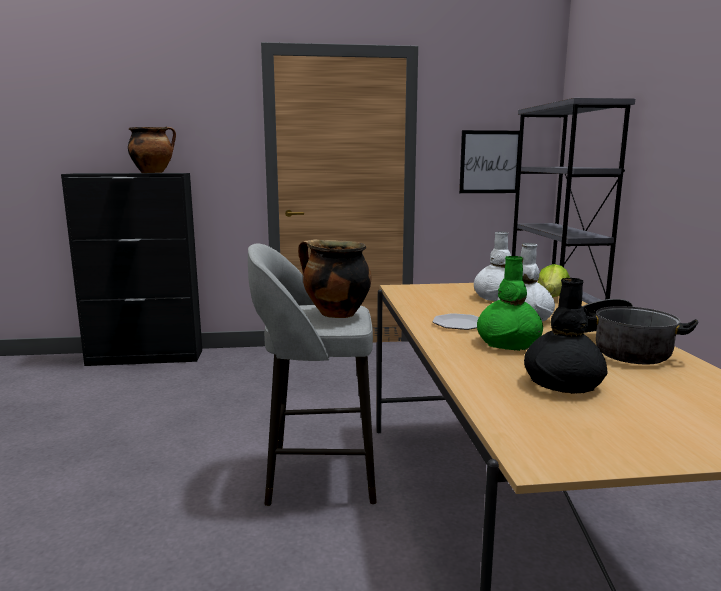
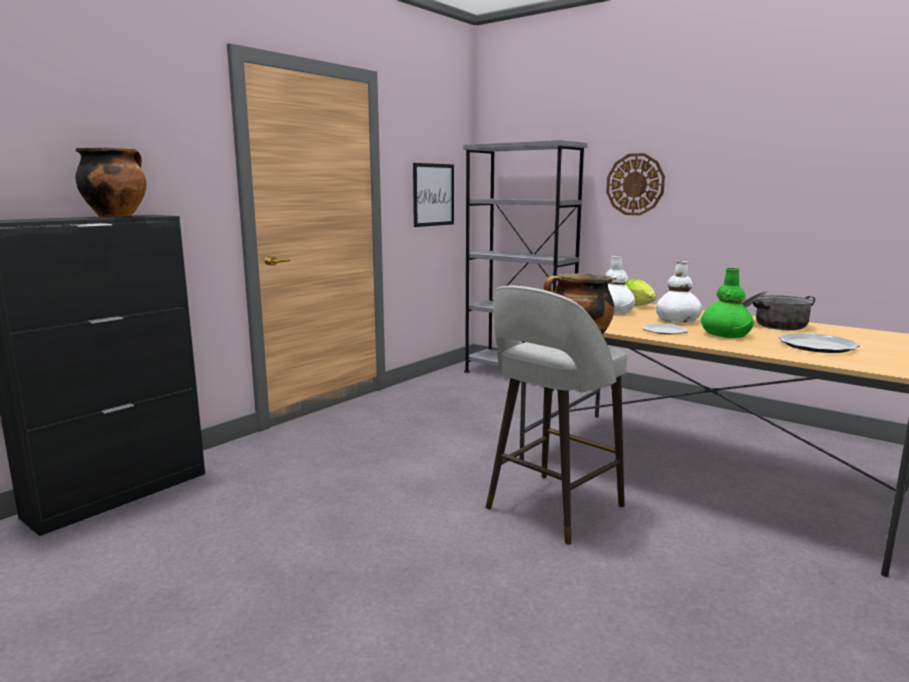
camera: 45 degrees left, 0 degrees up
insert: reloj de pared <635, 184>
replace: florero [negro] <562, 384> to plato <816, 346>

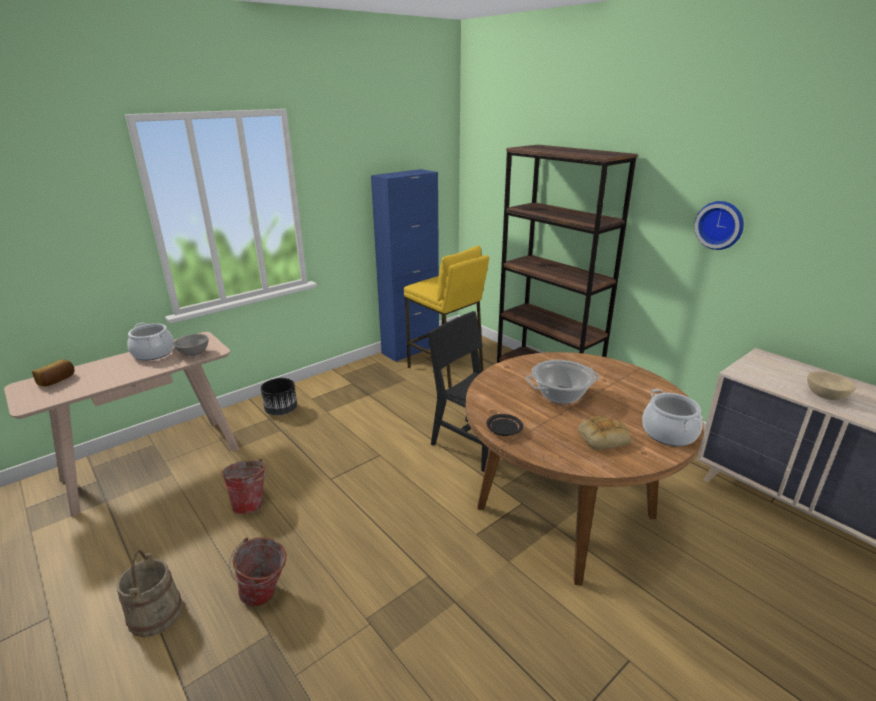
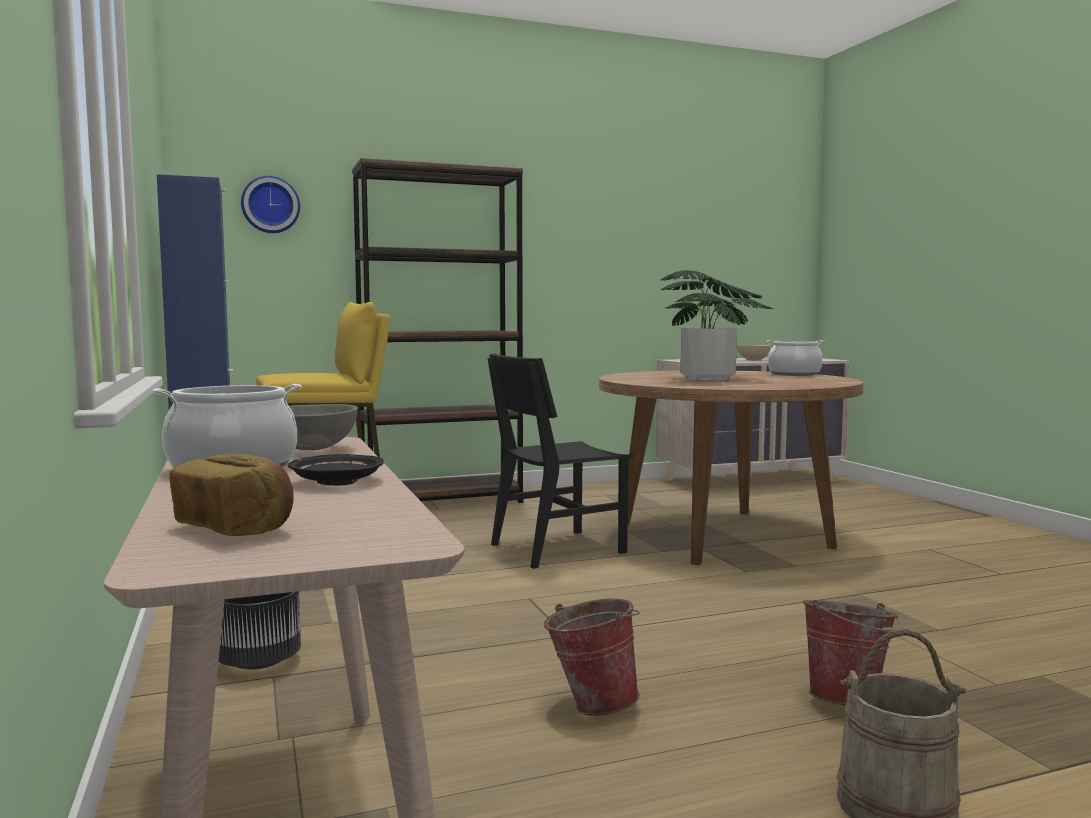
camera: 70 degrees left, 20 degrees down
delete: pan <603, 437>
move: plato [negro] <503, 430> to <336, 482>; reloj de pared <720, 225> to <270, 205>
replace: olla <561, 395> to planta en maceta <708, 379>

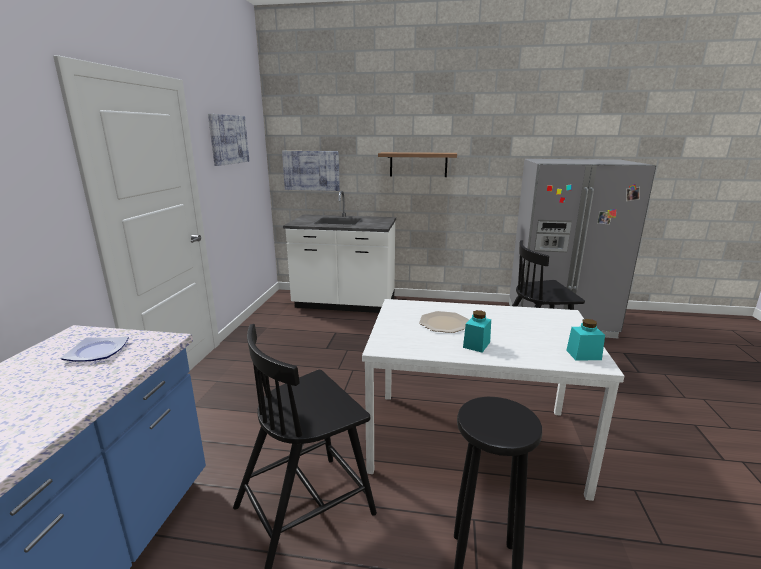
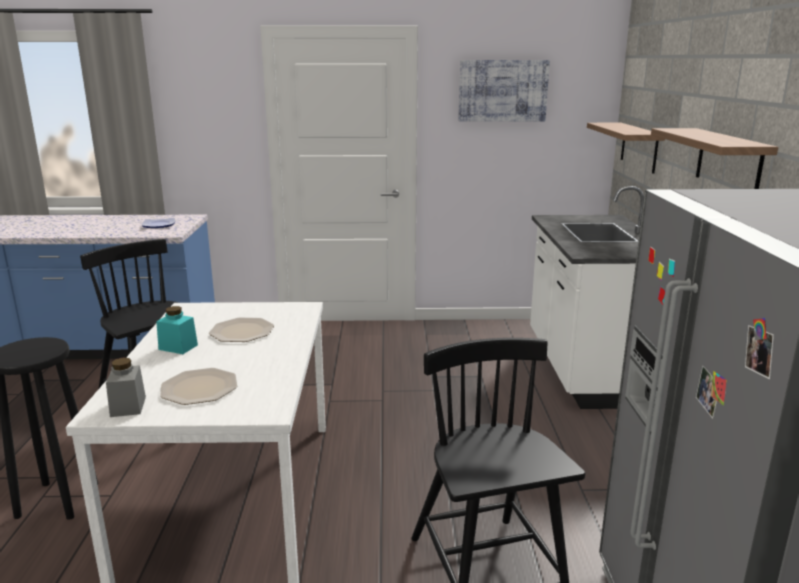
camera: 80 degrees right, 0 degrees up
insert: plato <200, 388>
replace: cuadro <311, 170> to estante <639, 147>
recolor: tarro [turquesa] <583, 355> to tarro [gris] <128, 406>

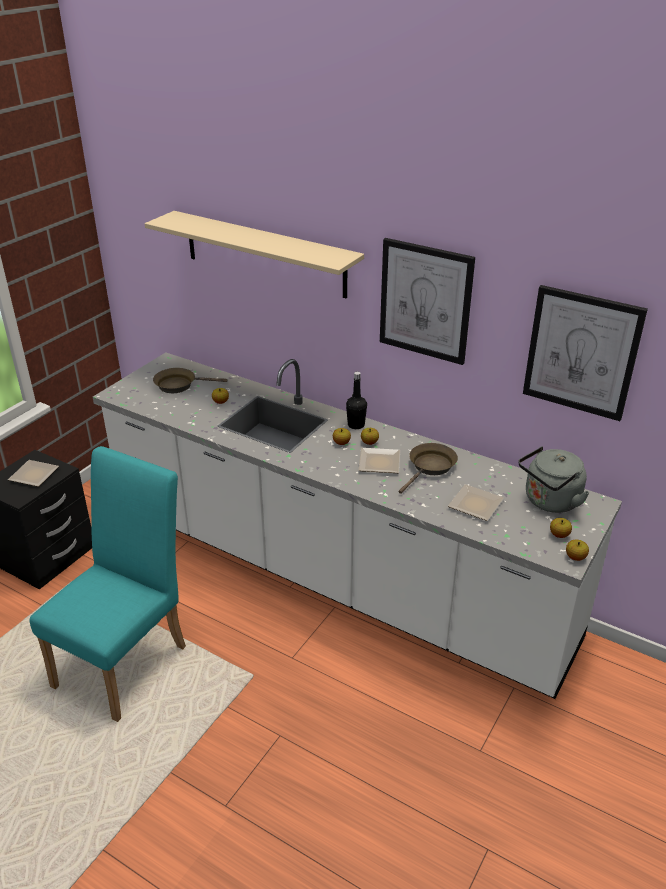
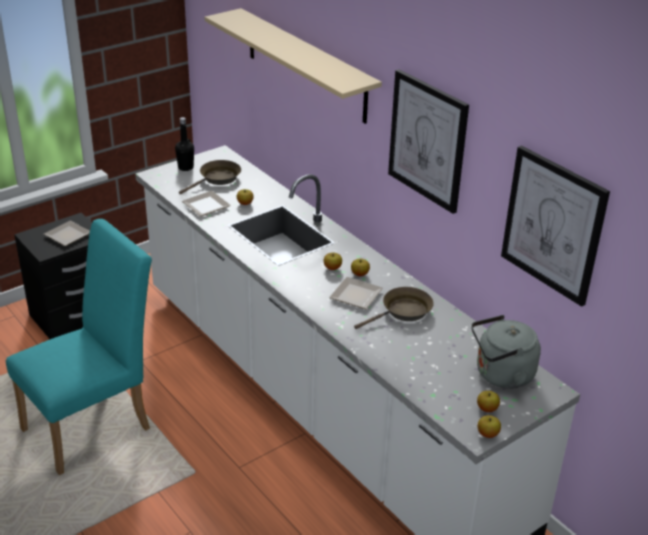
camera: 20 degrees right, 0 degrees up
move: botella [negro] <356, 425> to <185, 167>; plato <474, 503> to <206, 205>
rotate: sartén [marrón] <179, 385> = <217, 179> 120 degrees clockwise

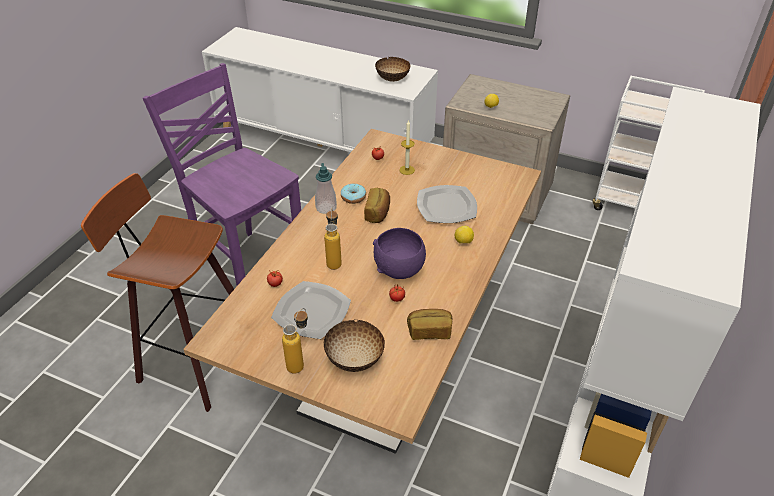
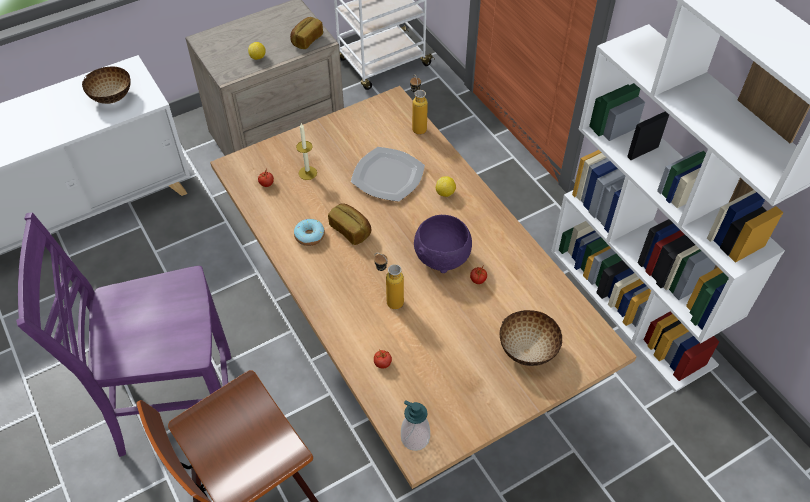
camera: 55 degrees left, 10 degrees up
delete: plato <311, 312>
move: botella <300, 362> to <417, 126>; dispensador de jabón <326, 208> to <415, 438>; pan <429, 331> to <306, 39>

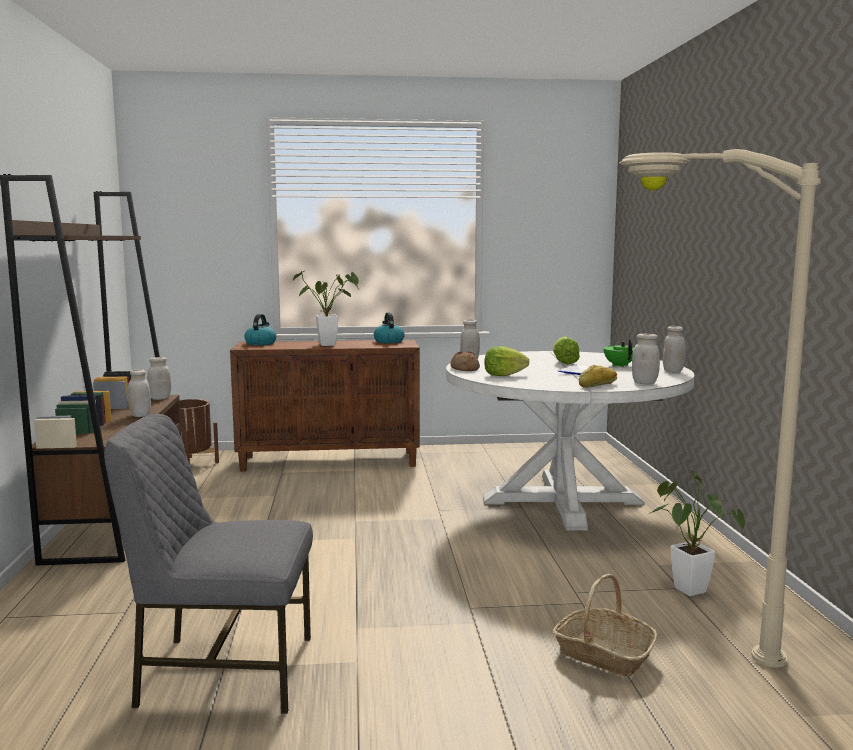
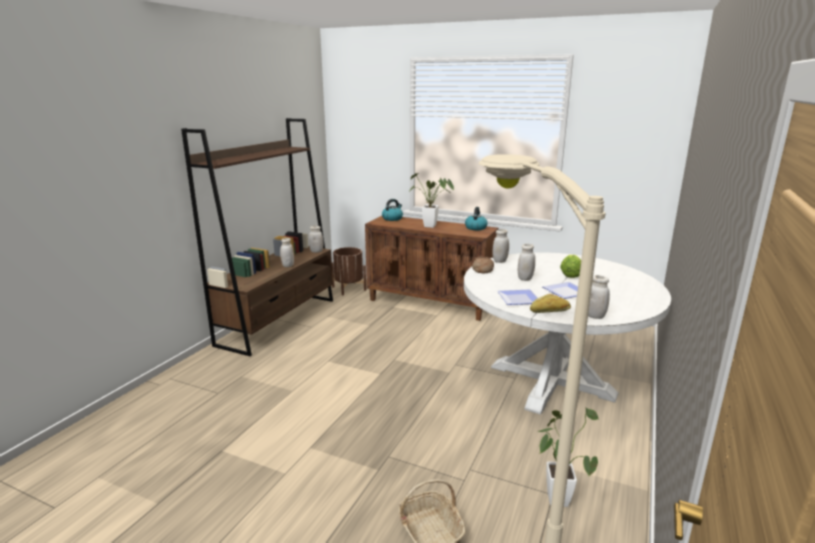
camera: 30 degrees right, 10 degrees up
delete: silla [gris] <224, 671>; lechuga <503, 375>; tetera [verde] <619, 365>
insert: plato <520, 299>
move: tarro [blanco] <673, 371> to <525, 278>

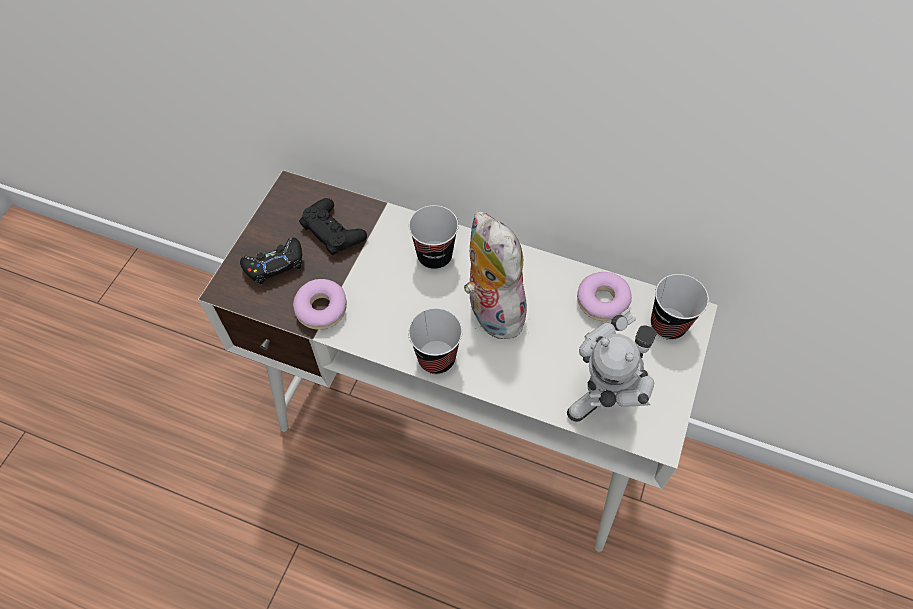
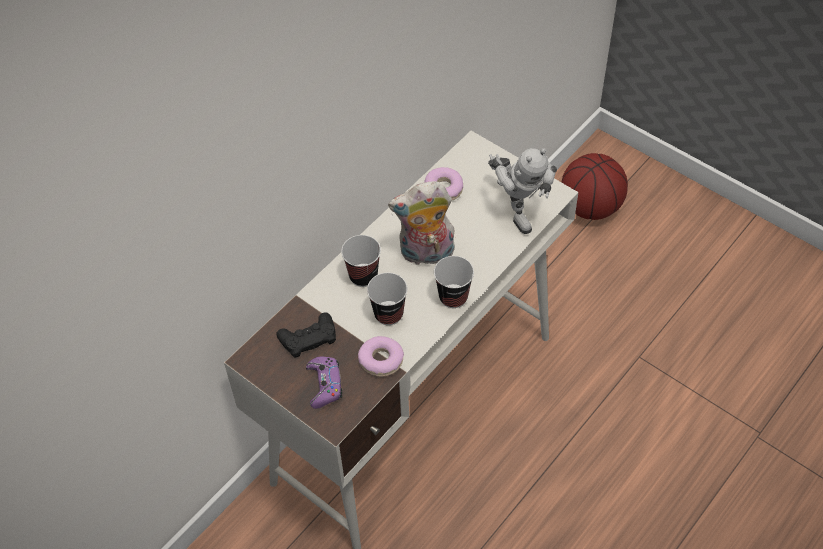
camera: 70 degrees left, 5 degrees down
insert: balón de baloncesto <590, 207>
move: taza <668, 325> to <388, 314>
recolor: mando de consola [negro] <274, 264> to mando de consola [morado] <324, 385>

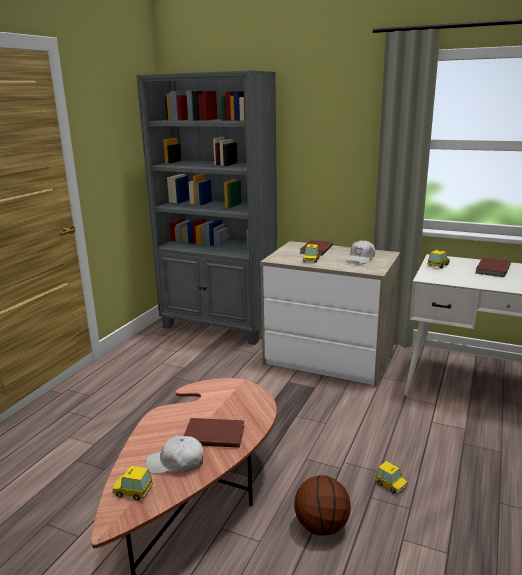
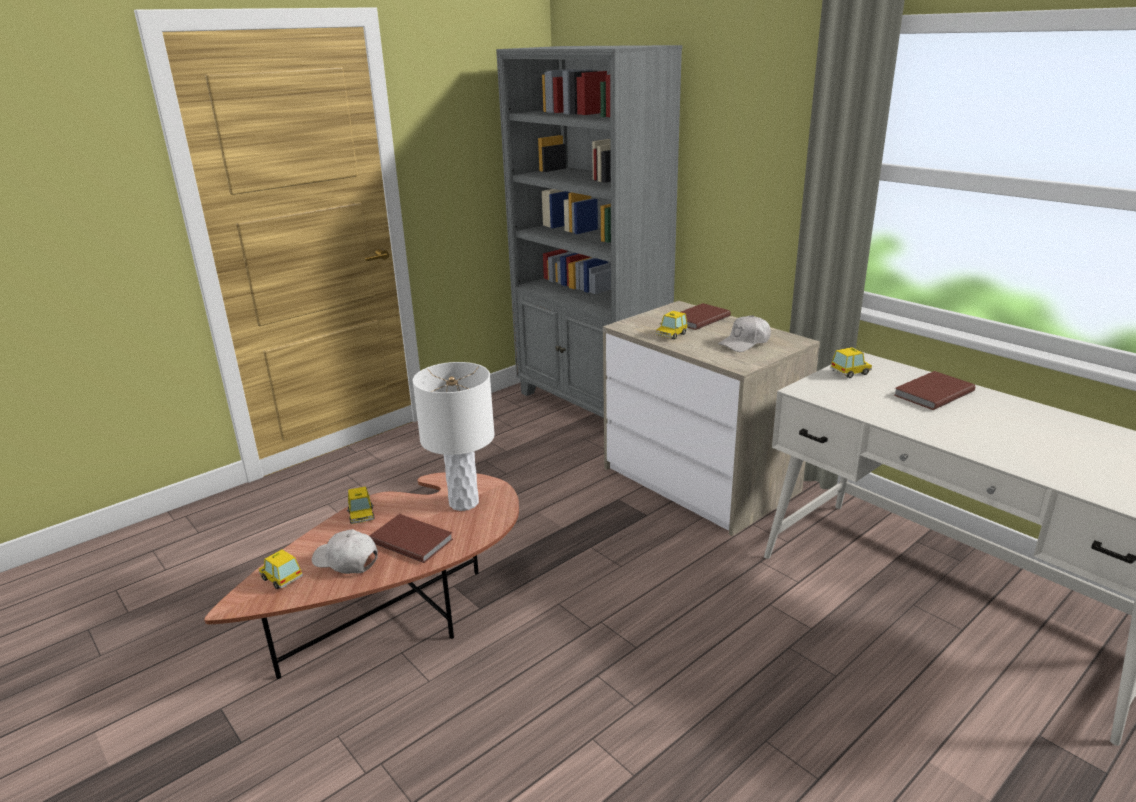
camera: 25 degrees right, 5 degrees up
delete: balón de baloncesto <322, 526>
insert: lámpara de mesa [blanco] <463, 503>
move: coche de juguete <391, 485> to <361, 516>

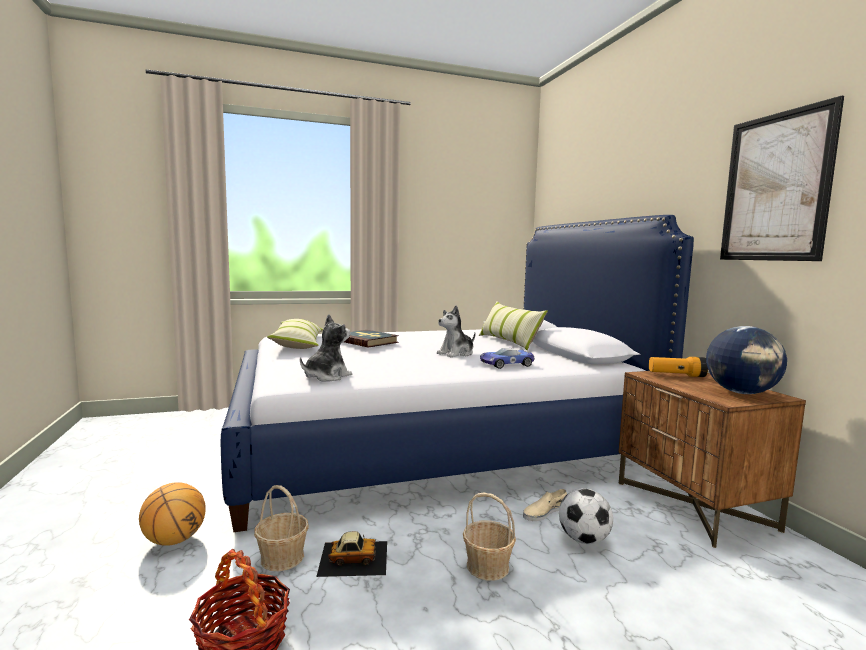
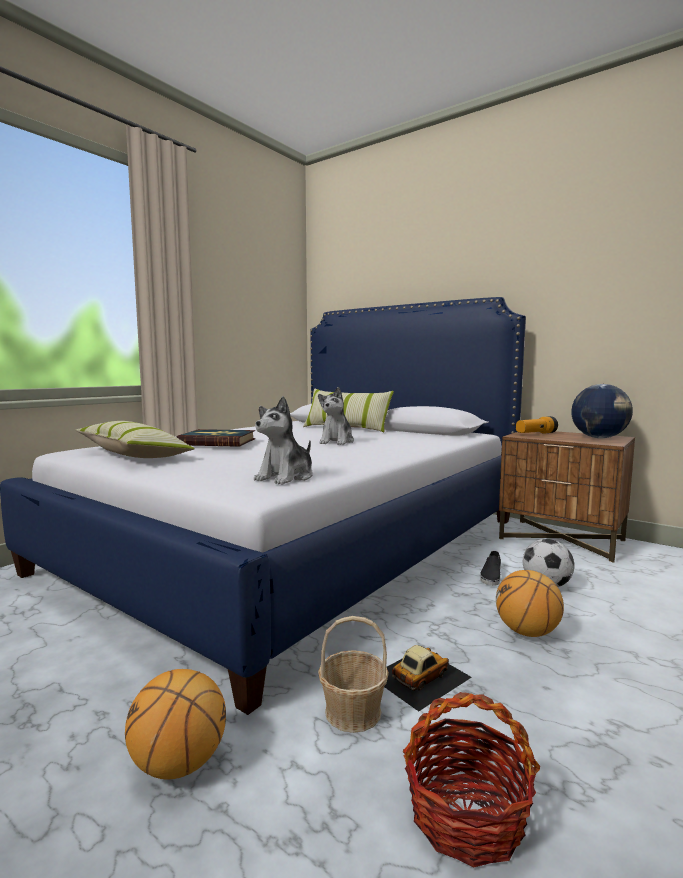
camera: 35 degrees left, 0 degrees up
delete: coche de juguete <505, 364>; cuadro <775, 187>
replace: cesta <488, 566> to balón de baloncesto <527, 632>
recolor: zapato [beis] <544, 512> to zapato [negro] <491, 575>
rotate: peluche <326, 377> = <286, 477> 150 degrees counterclockwise

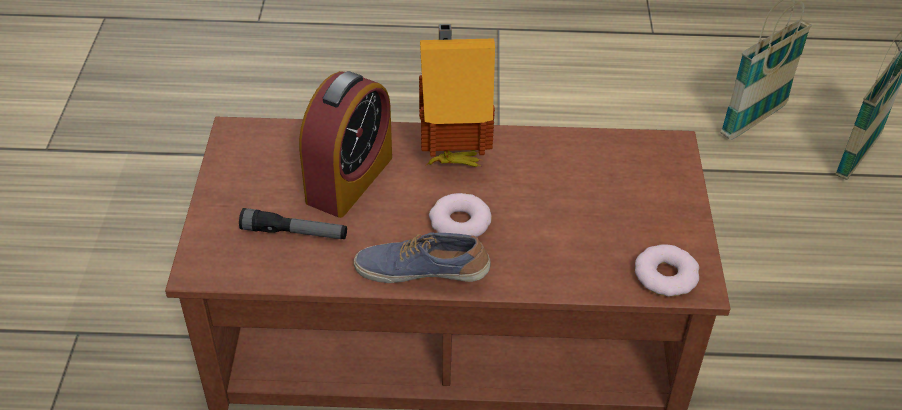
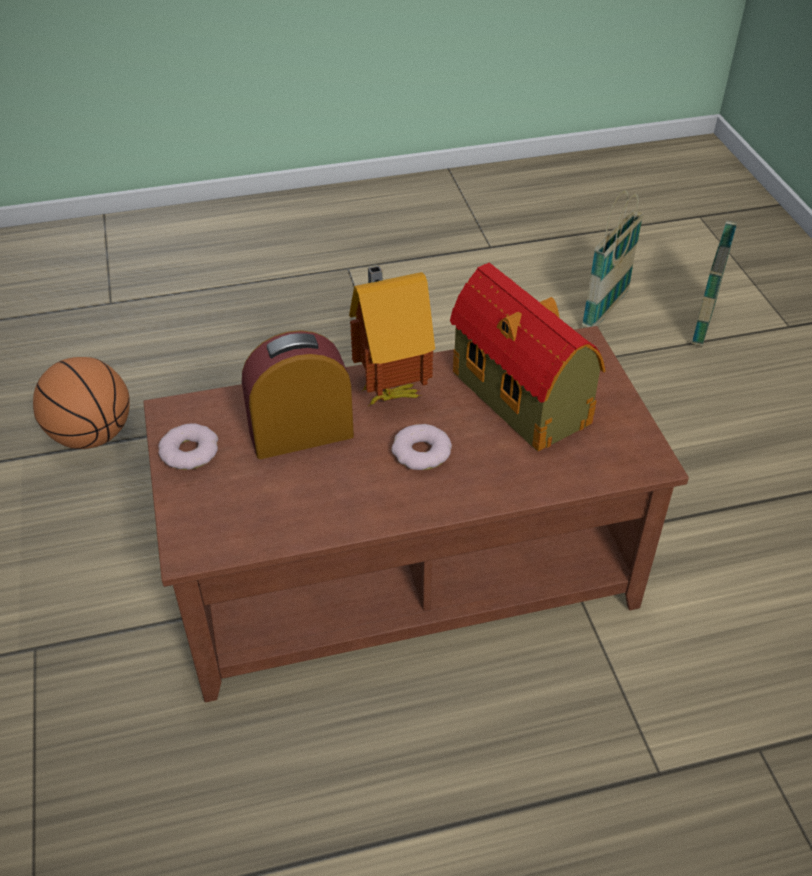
camera: 15 degrees left, 0 degrees up
delete: linterna <294, 233>; zapato <422, 271>
insert: balón de baloncesto <92, 435>; casita <522, 400>
move: rosquilla <665, 275> to <189, 451>
rotate: despertador <349, 179> = <301, 434> 120 degrees counterclockwise

